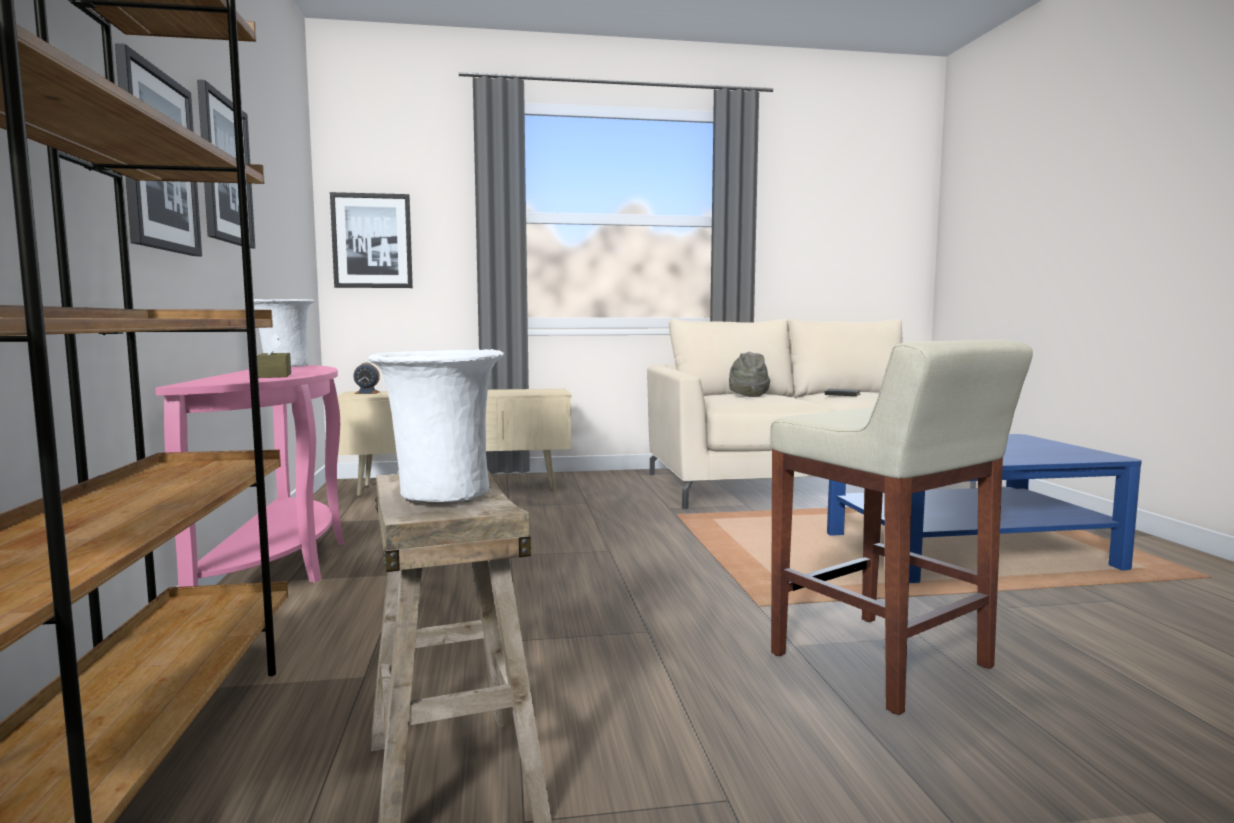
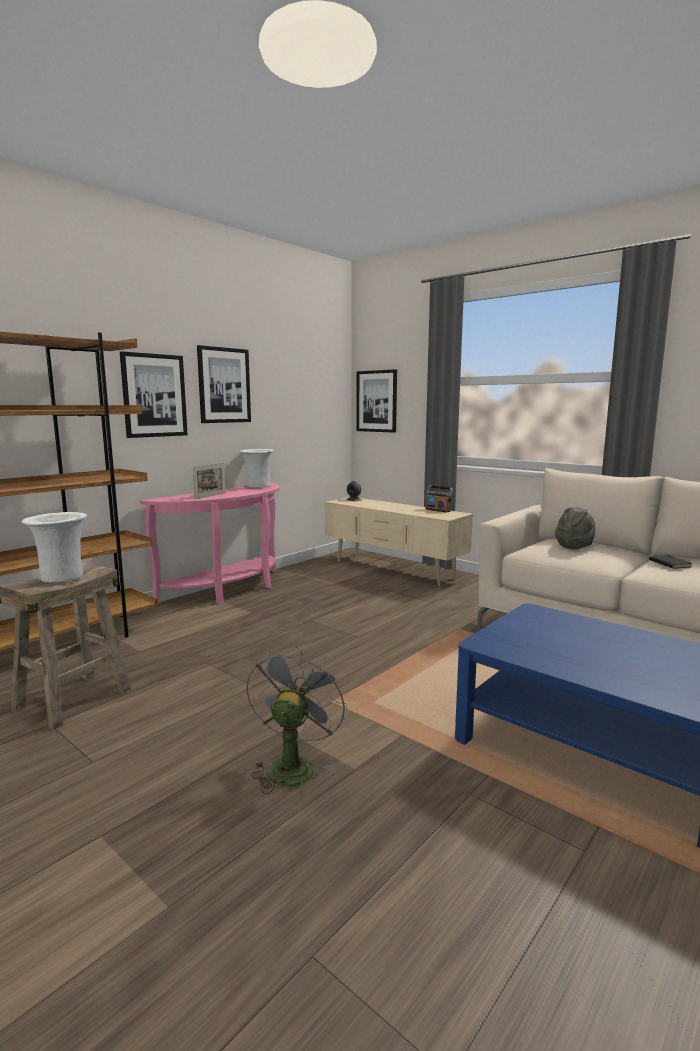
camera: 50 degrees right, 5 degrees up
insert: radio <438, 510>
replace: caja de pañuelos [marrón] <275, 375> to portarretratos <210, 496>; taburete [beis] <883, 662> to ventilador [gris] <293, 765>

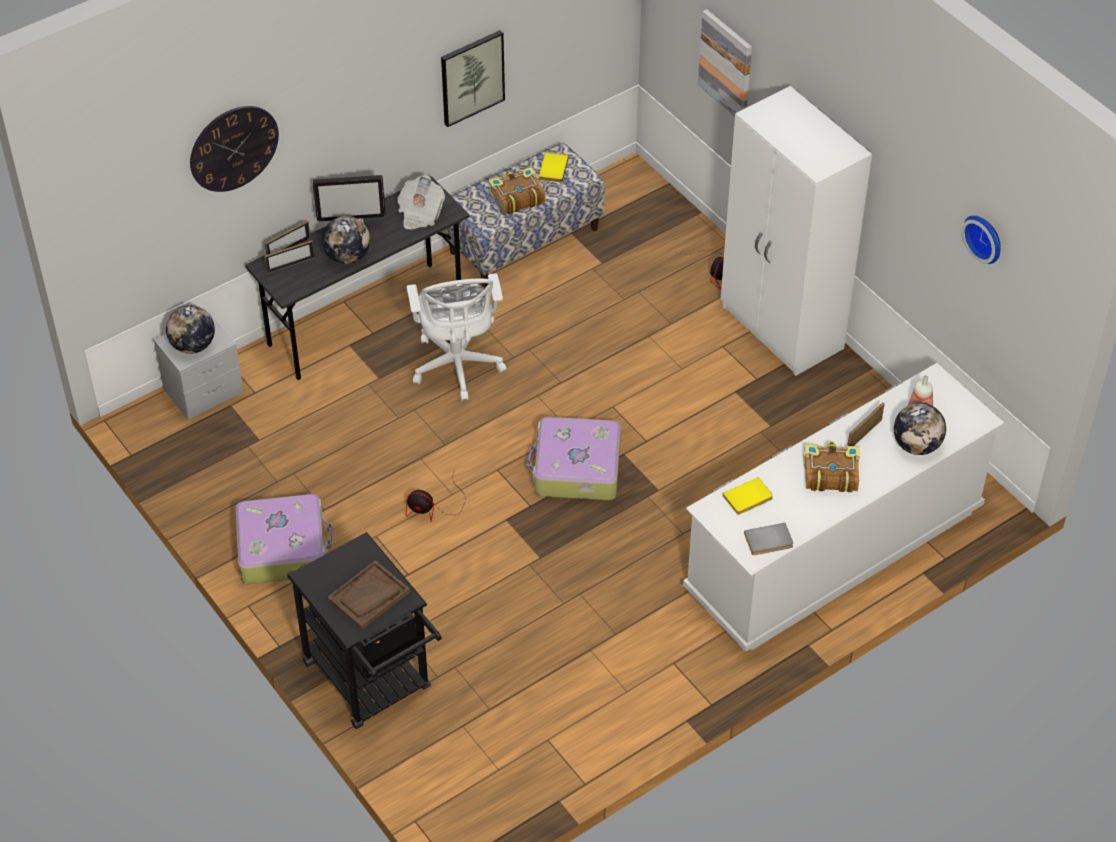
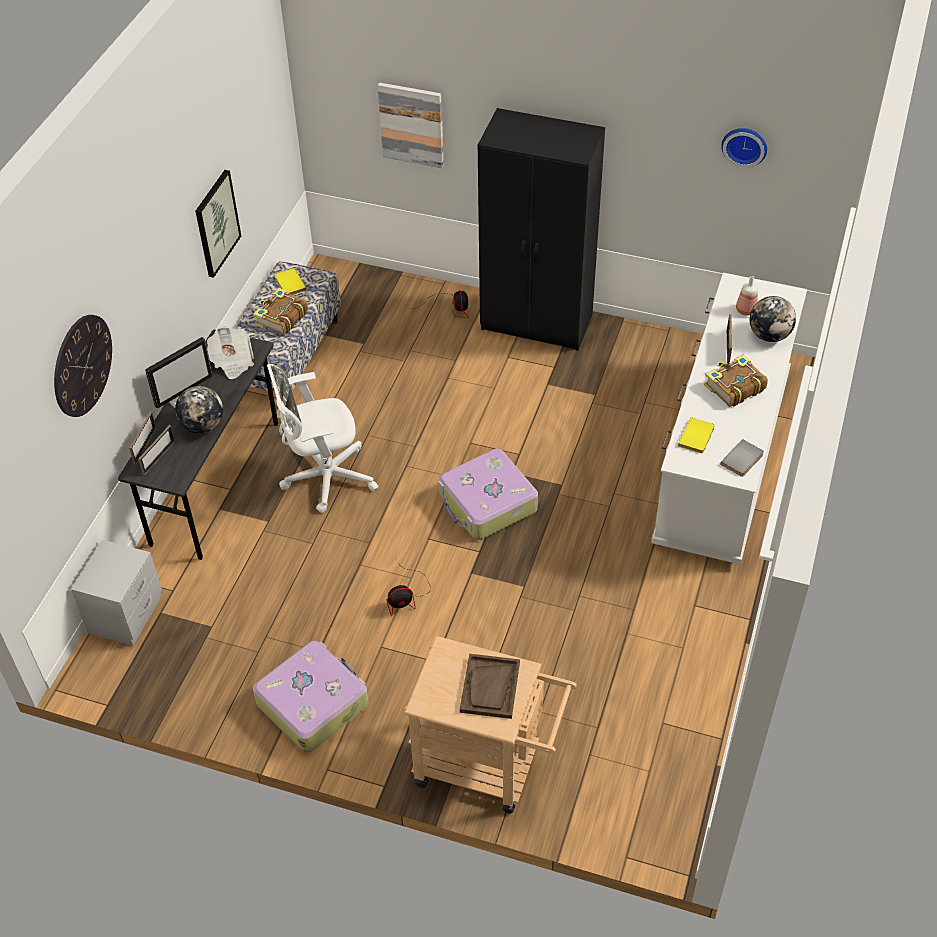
camera: 35 degrees left, 0 degrees up
delete: globo terráqueo <193, 346>
recolor: carrito [negro] <373, 682> to carrito [beis] <488, 766>; armario ropero [blanco] <781, 329> to armario ropero [negro] <537, 323>
rotate: silla de oficina [blanco] <457, 367> = <324, 478> 120 degrees clockwise

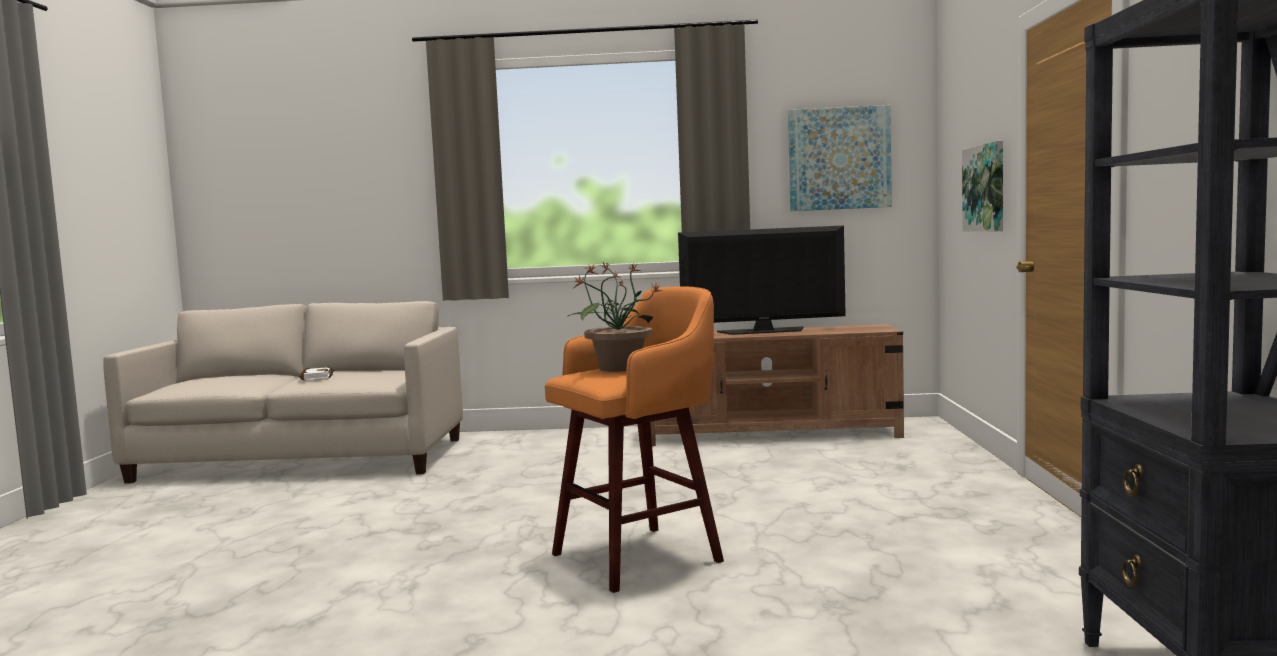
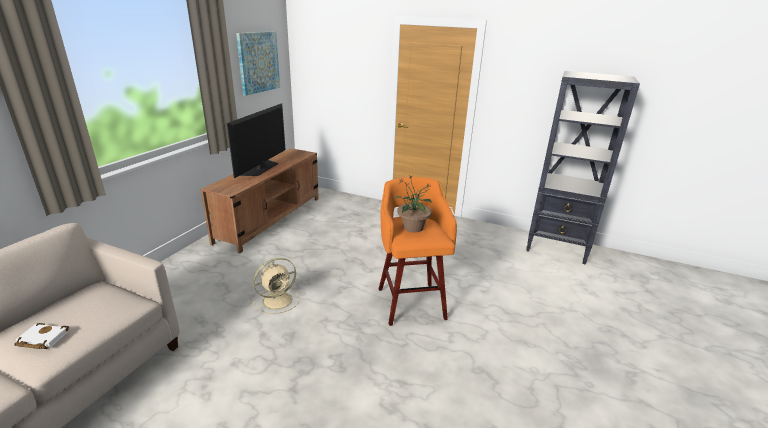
camera: 70 degrees left, 20 degrees up
delete: cuadro <986, 188>
insert: ventilador [beis] <278, 300>

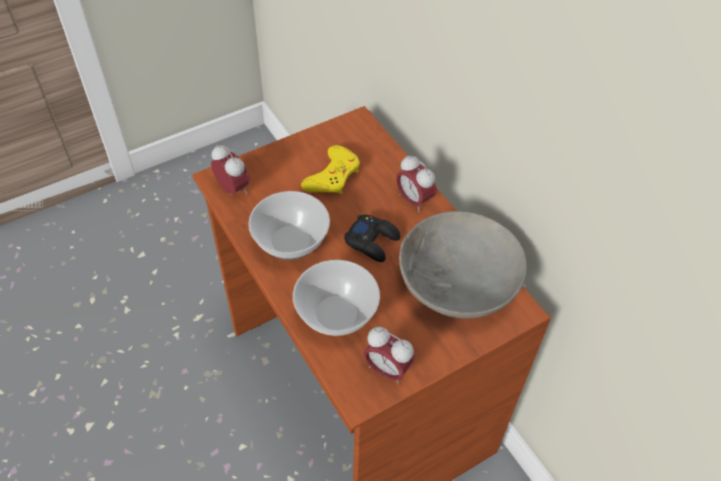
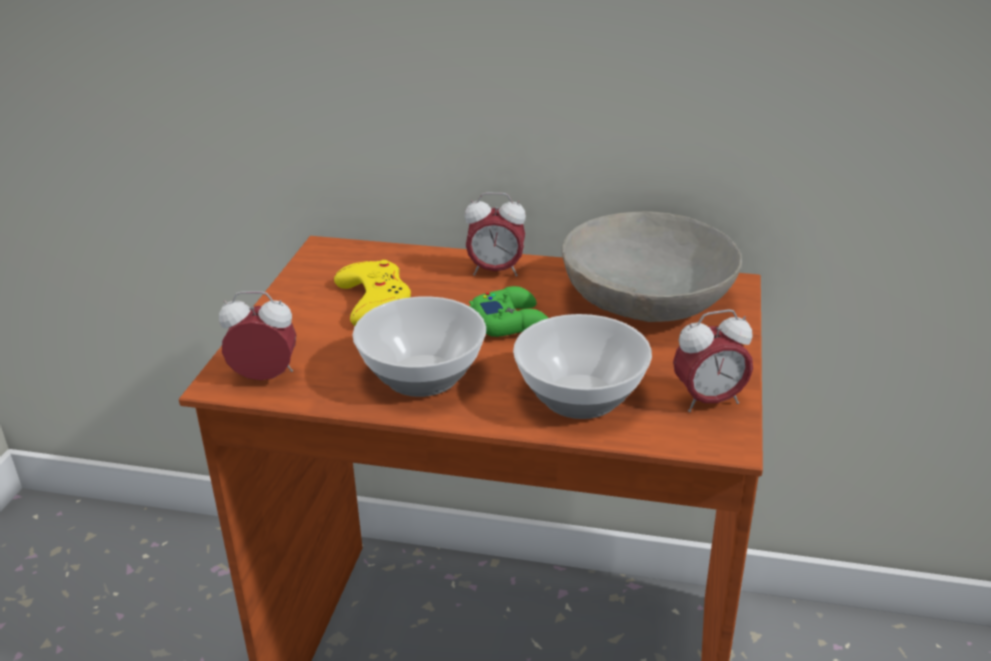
camera: 45 degrees left, 20 degrees down
recolor: mando de consola [negro] <372, 241> to mando de consola [verde] <511, 322>

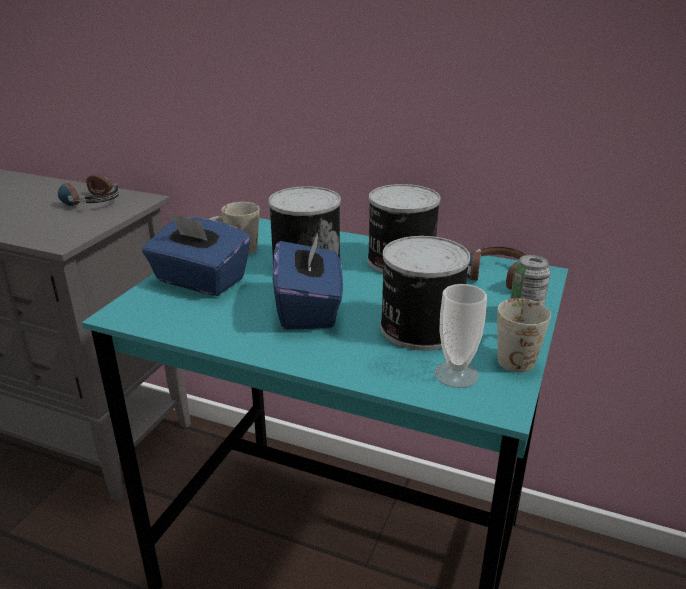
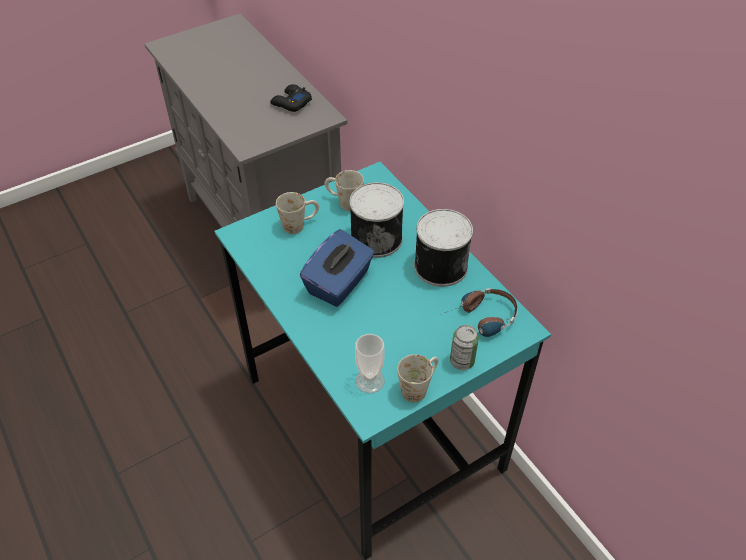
camera: 35 degrees right, 20 degrees up
delete: lata <418, 327>
replace: auriculares <86, 200> to mando de consola [negro] <291, 103>; caja de pañuelos [azul] <200, 281> to taza grande [blanco] <299, 224>

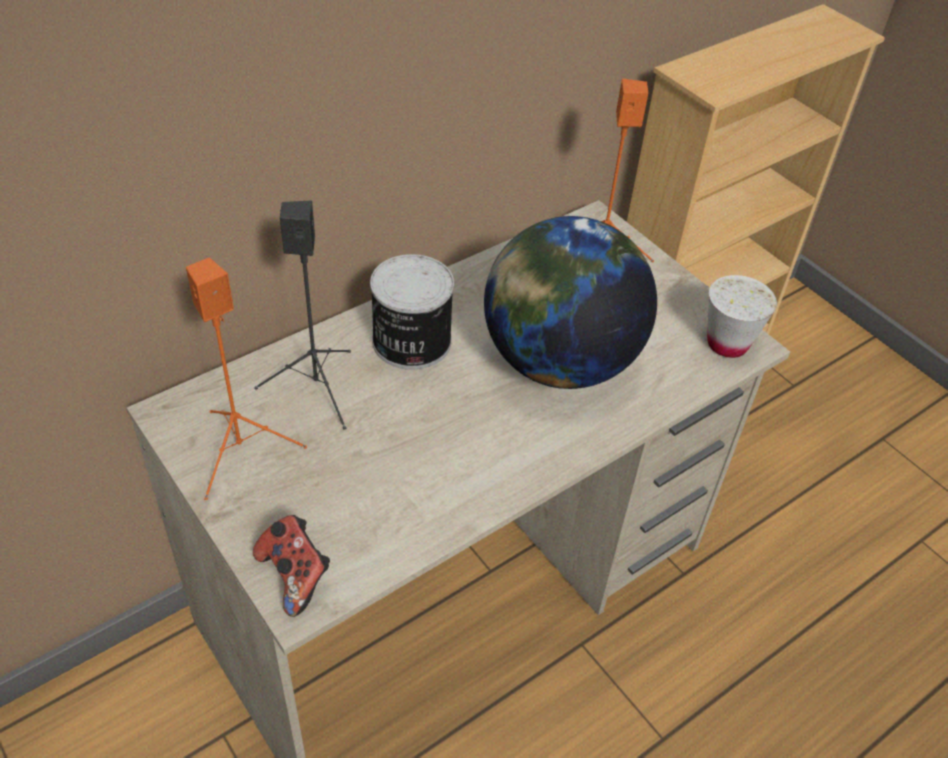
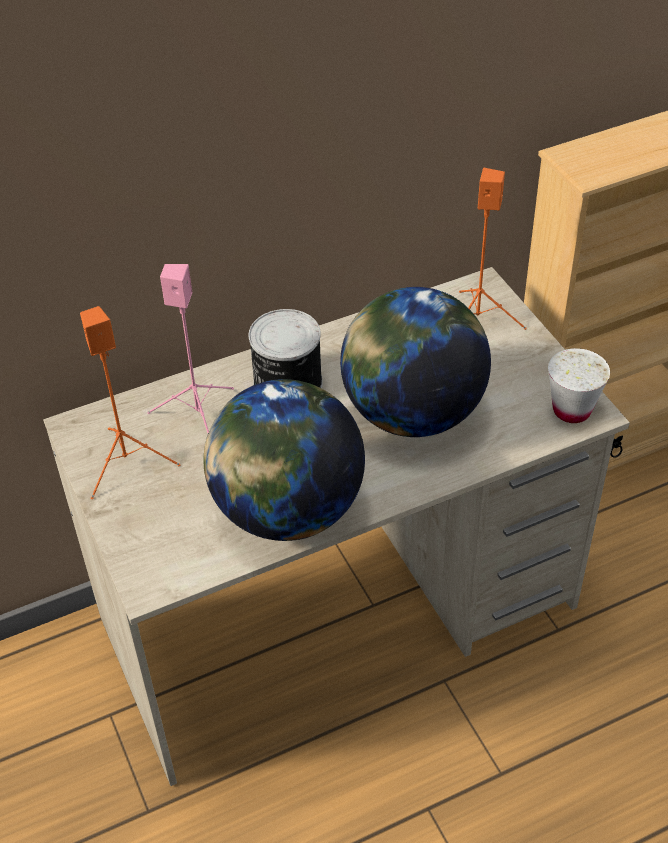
camera: 15 degrees right, 0 degrees up
delete: mando de consola <295, 575>
insert: globo terráqueo <287, 510>
recolor: altavoz [negro] <317, 387> to altavoz [rosa] <199, 416>

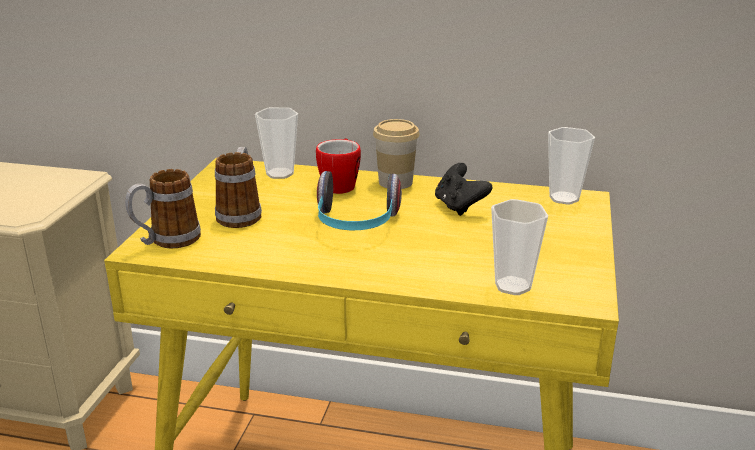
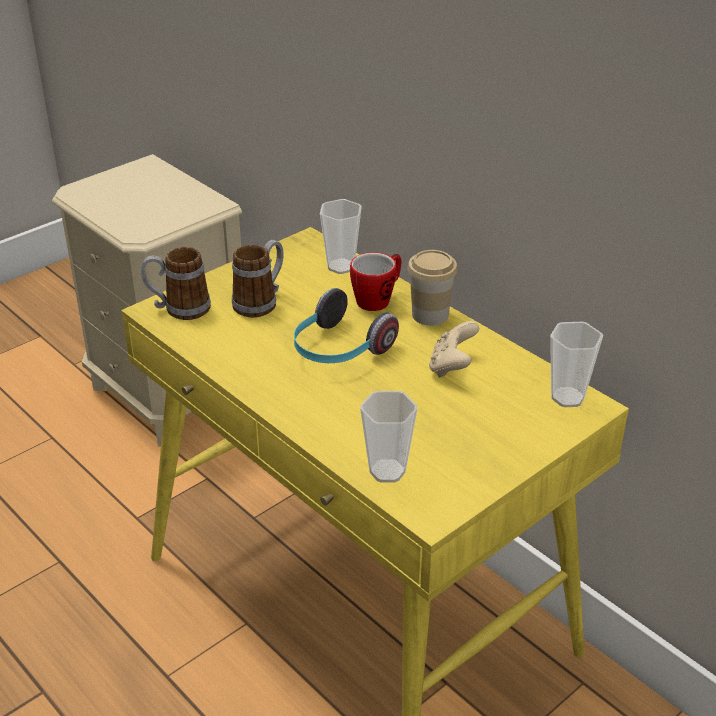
camera: 35 degrees right, 10 degrees up
recolor: mando de consola [negro] <459, 207> to mando de consola [beis] <452, 367>

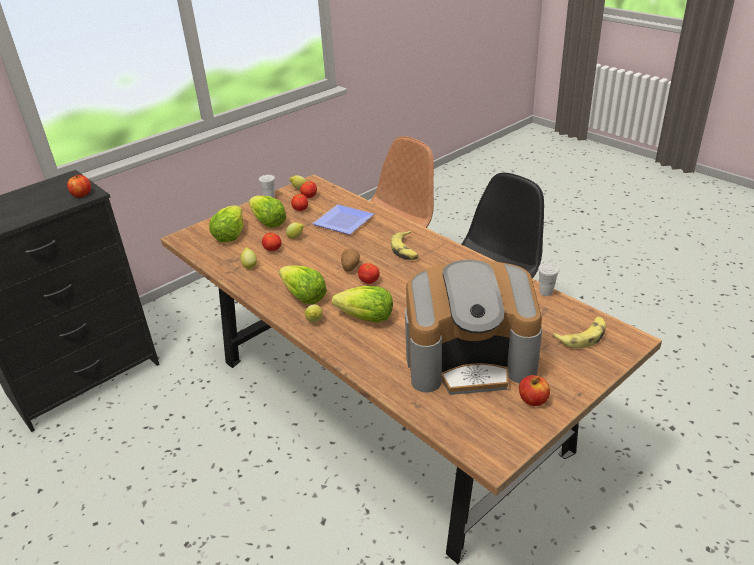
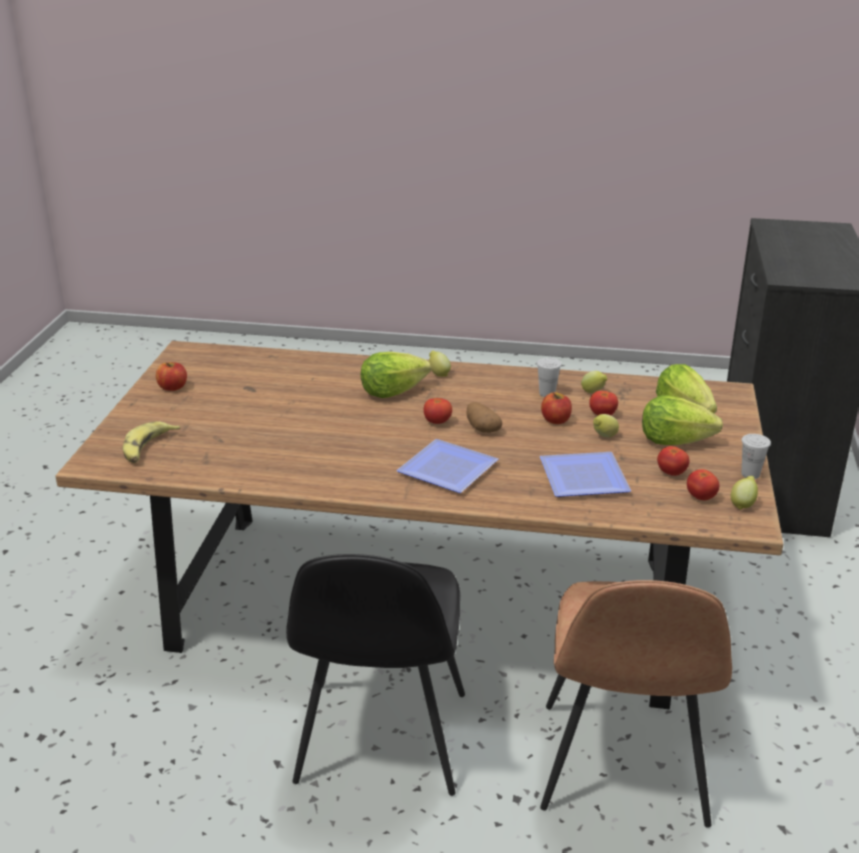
camera: 140 degrees right, 5 degrees down
delete: lechuga <304, 297>; cafetera <470, 359>
move: manzana <81, 194> to <555, 420>; taza [blanco] <546, 292> to <547, 394>
replace: plátano <406, 250> to plato <444, 470>

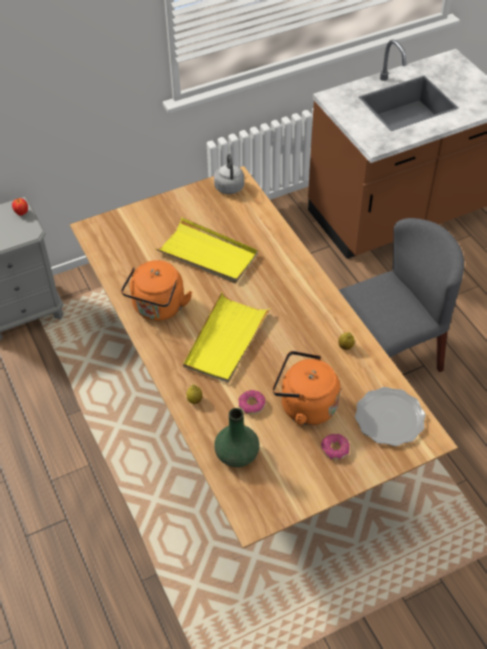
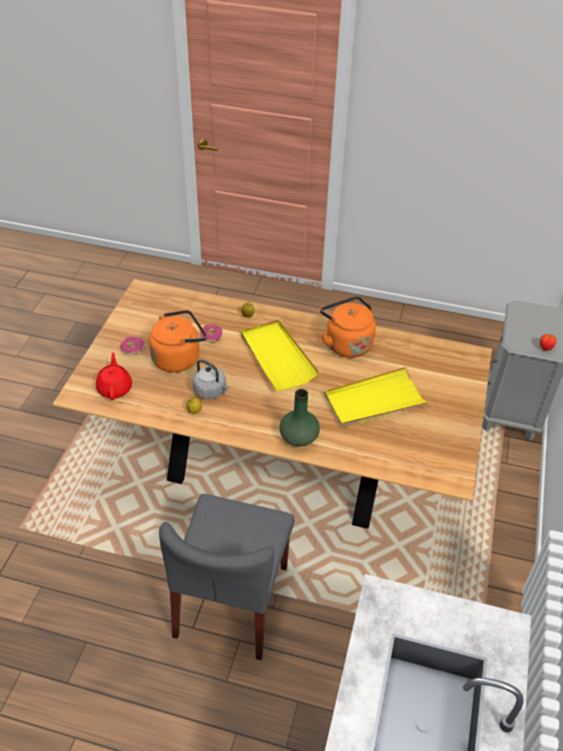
camera: 130 degrees right, 5 degrees down
move: hervidor [gris] <229, 186> to <211, 391>; florero [verde] <237, 453> to <299, 438>
replace: plato <389, 419> to tetera [rojo] <115, 388>

